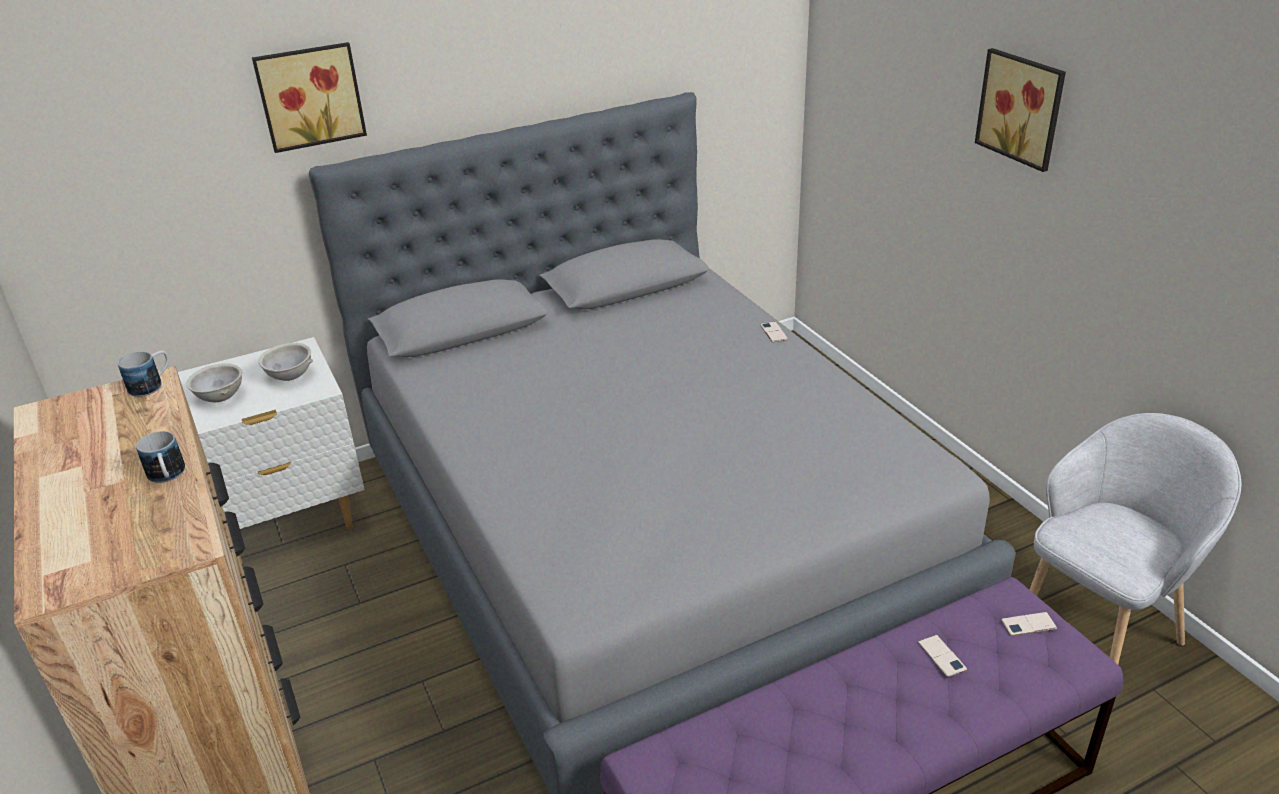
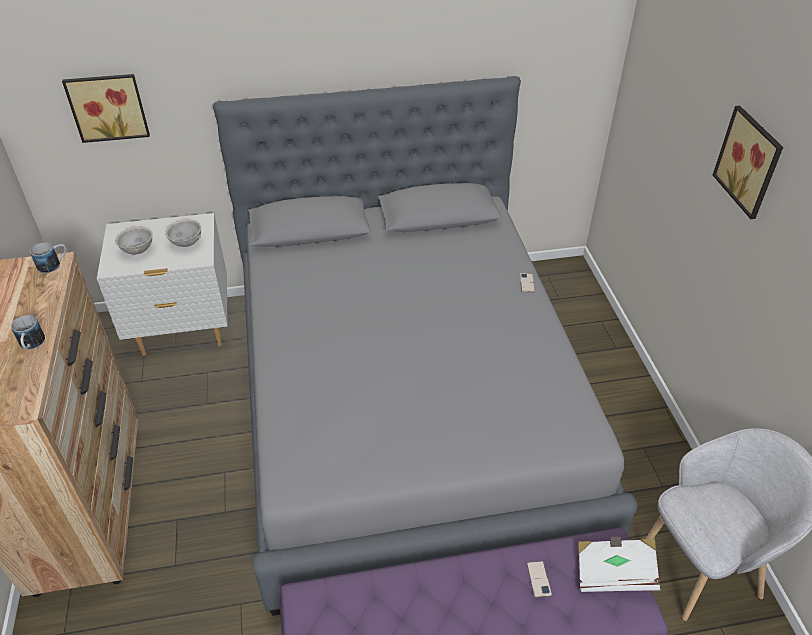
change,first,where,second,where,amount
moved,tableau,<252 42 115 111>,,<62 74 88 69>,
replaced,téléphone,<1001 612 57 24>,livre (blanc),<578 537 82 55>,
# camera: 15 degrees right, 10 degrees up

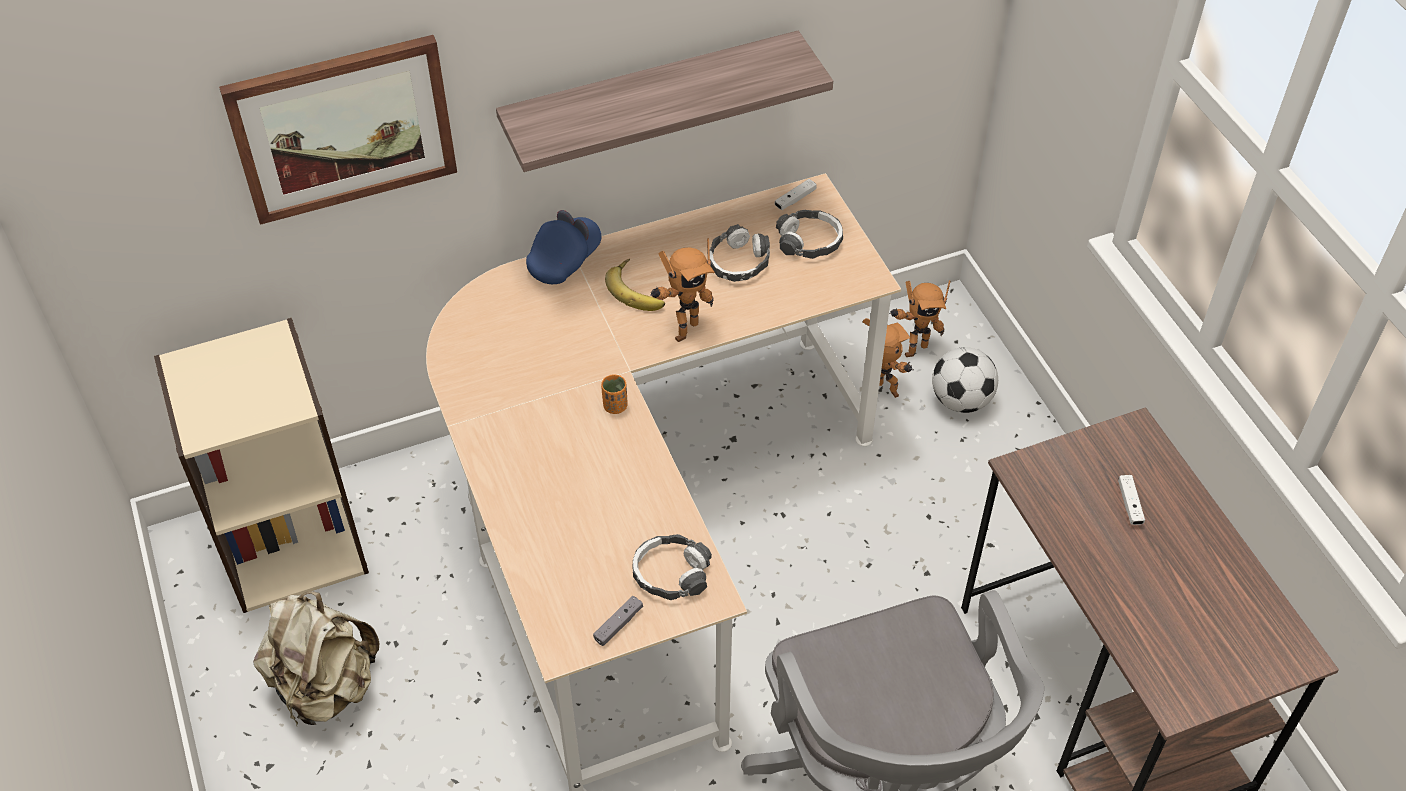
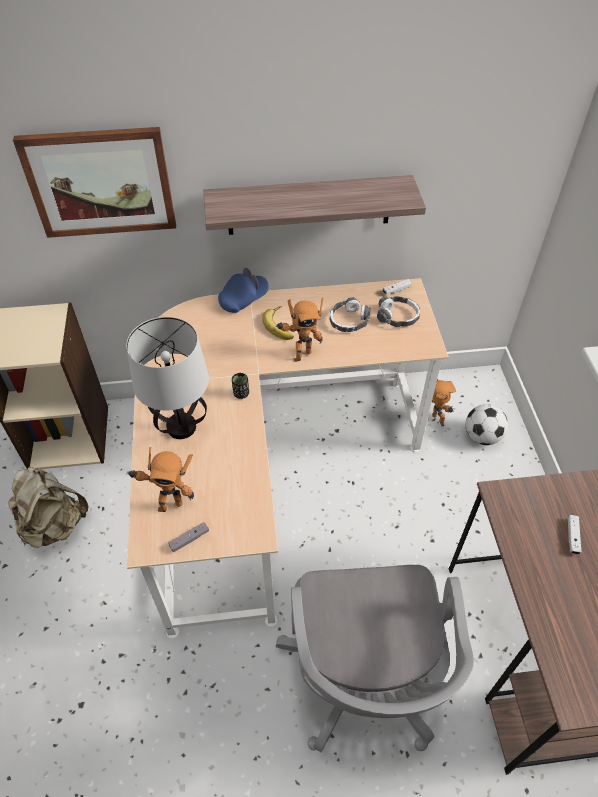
change,first,where,second,where,amount
moved,robot jouet,<889 280 62 77>,,<126 447 68 65>,
recoloured,tasse (orange),<601 375 27 39>,tasse (noir),<232 373 17 26>,
removed,casque audio,<632 534 80 66>,,,
added,,,lampe de table,<126 317 83 122>,
# camera: 15 degrees right, 0 degrees up

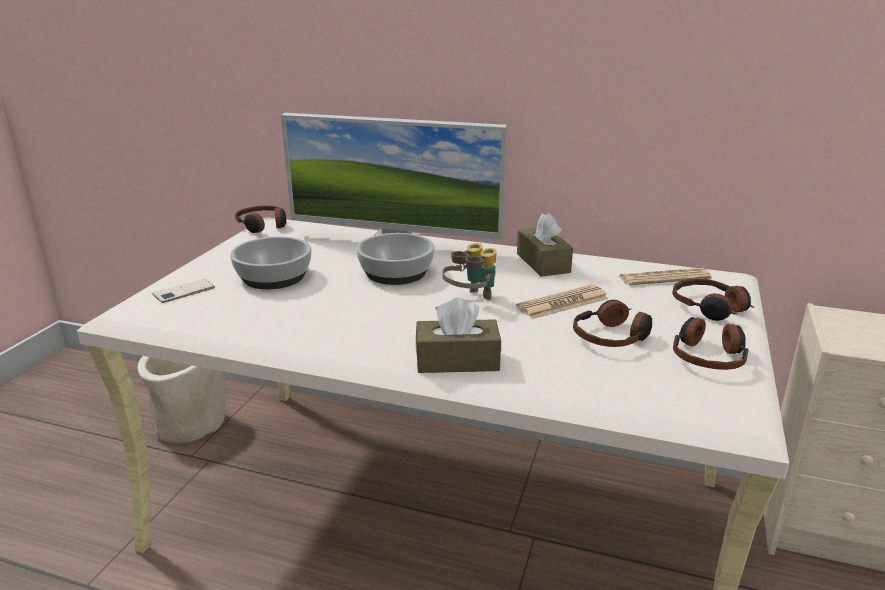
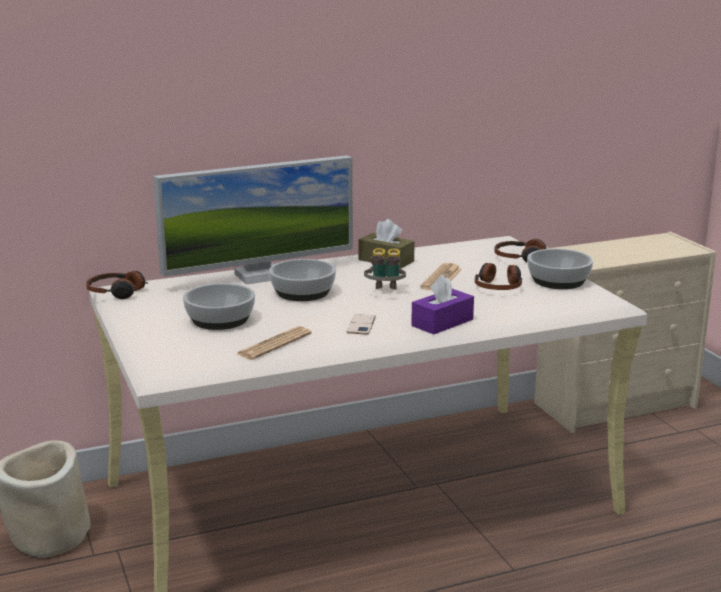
change,first,where,second,where,amount
moved,journal,<619 268 93 17>,,<237 326 75 34>,
moved,téléphone,<153 279 62 24>,,<347 314 29 21>,
recoloured,boîte à mouchoirs (marron),<416 297 85 76>,boîte à mouchoirs (violet),<411 275 63 60>,
replaced,casque audio,<673 317 76 53>,bol,<527 249 66 40>,
# camera: 40 degrees left, 5 degrees down

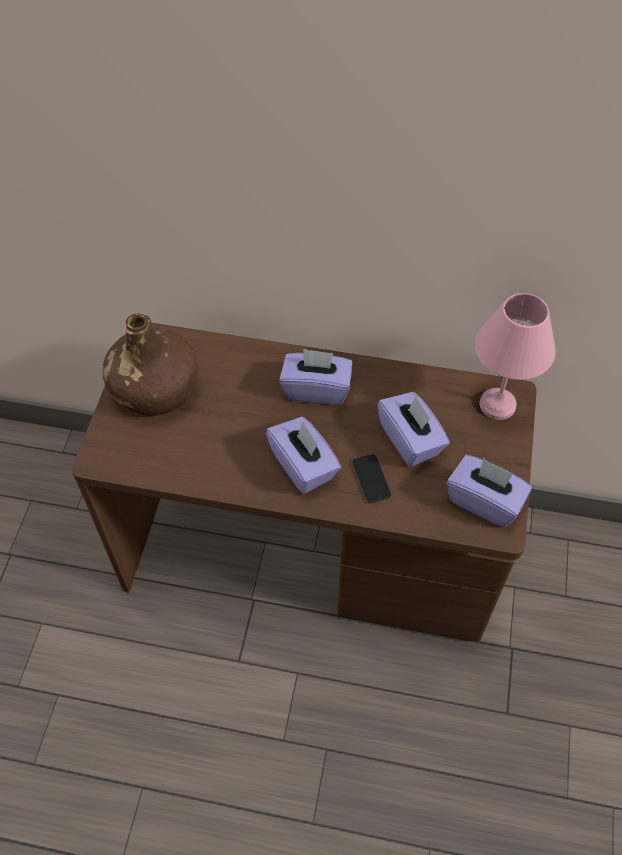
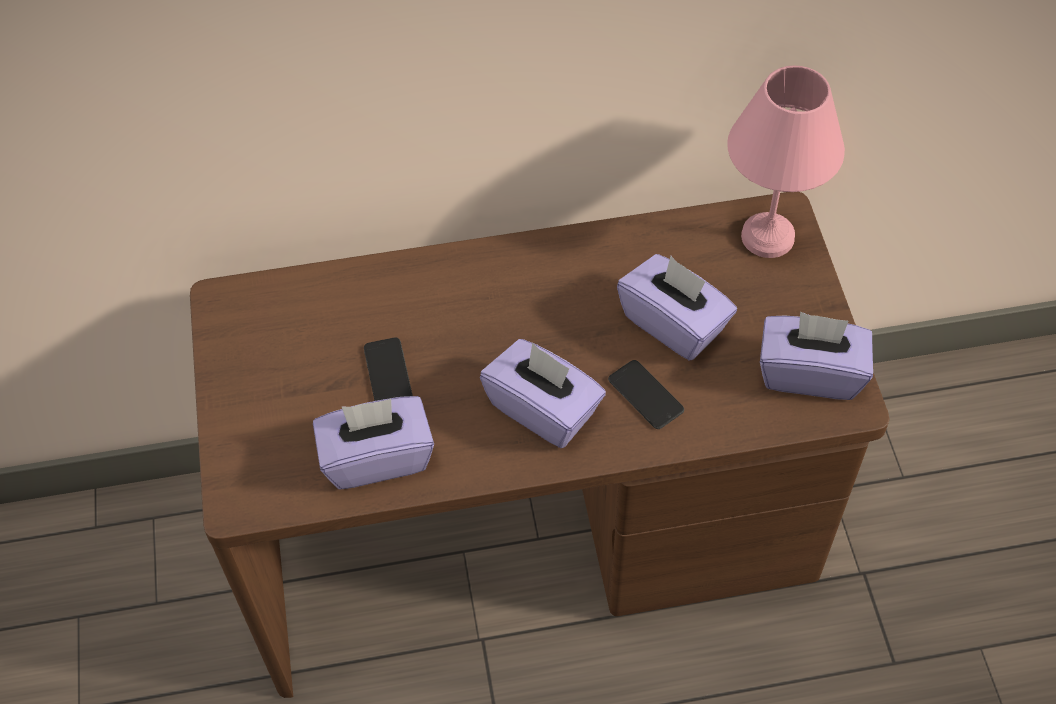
change,first,where,second,where,amount
removed,bouteille (marron),<102 313 96 103>,,,
moved,boîte à mouchoirs (violet),<279 348 74 57>,,<313 396 121 93>,
added,,,téléphone,<364 337 49 64>,
# camera: 20 degrees left, 0 degrees up

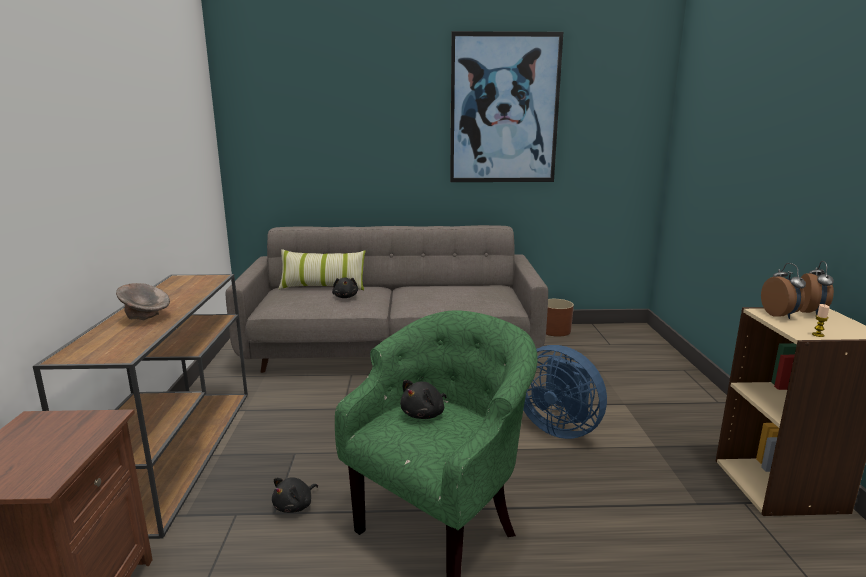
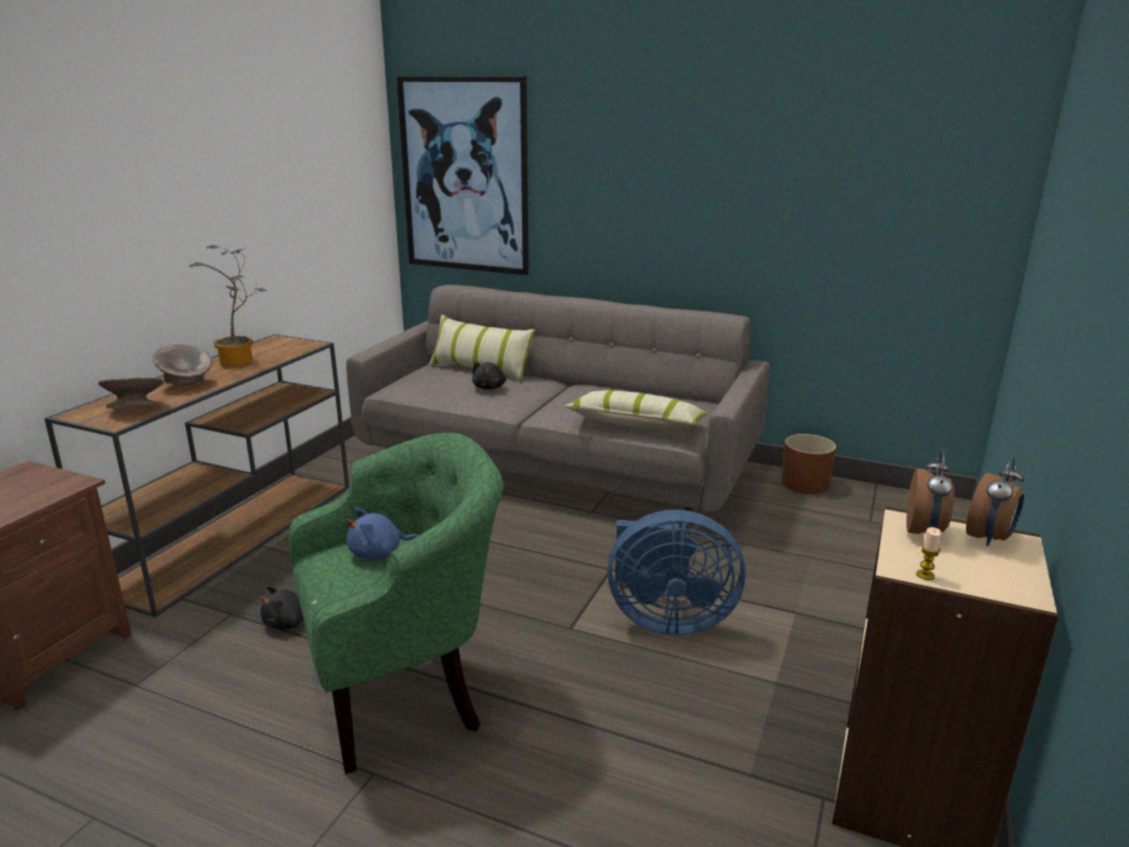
change,first,where,second,where,amount
moved,tableau,<450 31 113 151>,,<397 76 132 199>,
turned,ventilateur (bleu),<523 345 84 94>,,<607 510 138 125>,60 degrees counterclockwise
recoloured,peluche (noir),<400 380 47 39>,peluche (bleu),<347 508 72 52>,
added,,,plante en pot,<189 245 78 122>,
added,,,bol (gris),<98 377 66 32>,
added,,,coussin,<564 390 144 41>,
# camera: 25 degrees right, 5 degrees up

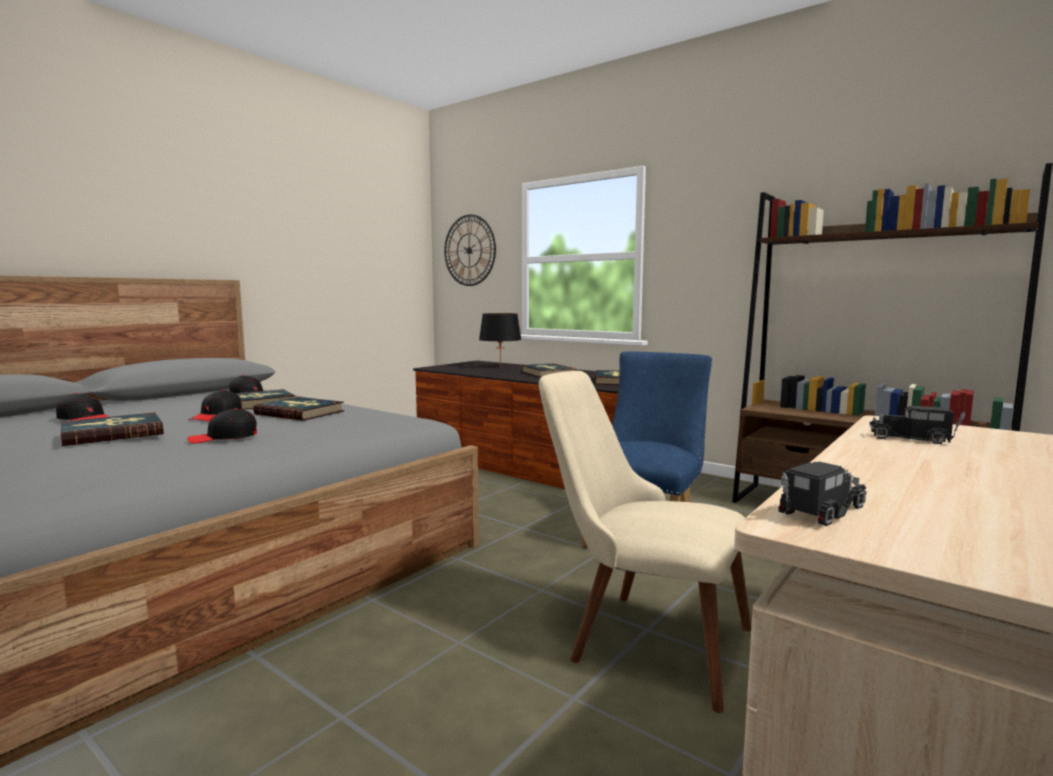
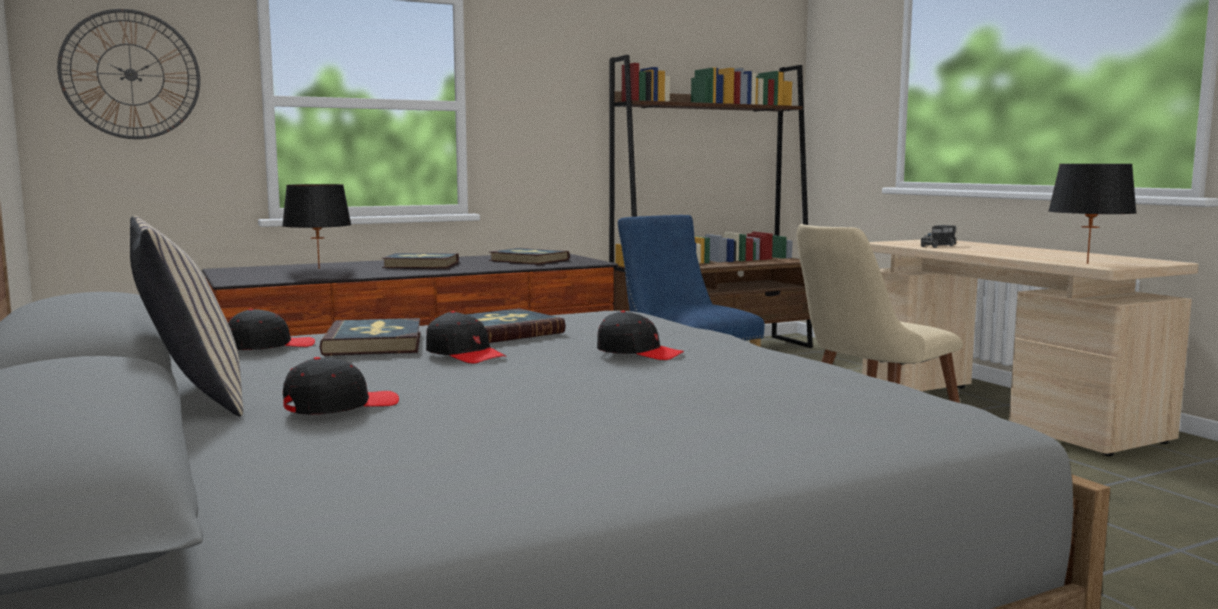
change,first,where,second,where,amount
turned,casquette (noir),<187 408 70 36>,,<597 311 87 49>,75 degrees counterclockwise
removed,livre,<61 412 103 34>,,,
replaced,camion jouet,<778 462 89 64>,lampe de table (noir),<1048 164 89 100>,
added,,,coussin (beige),<130 216 113 200>,
# camera: 65 degrees left, 0 degrees up

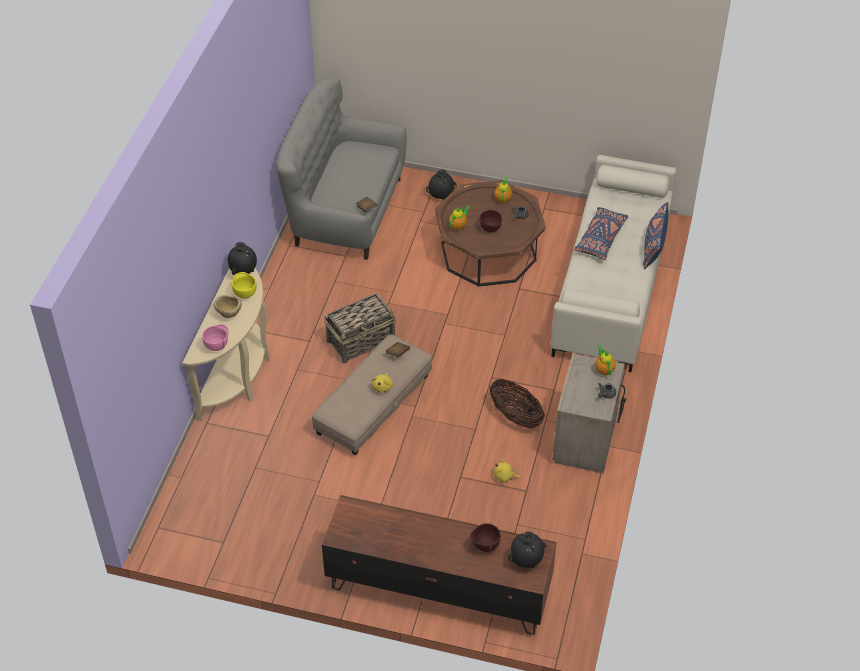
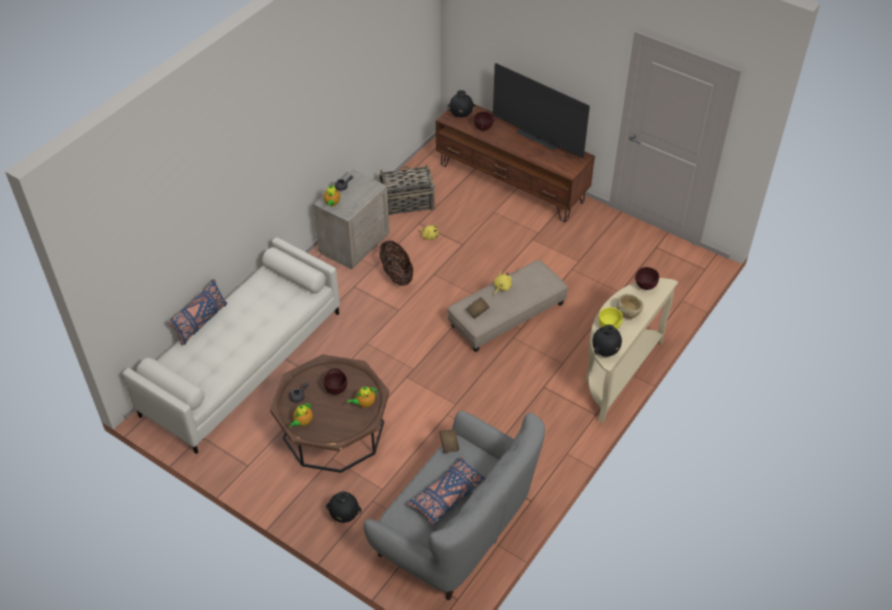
change,first,where,second,where,amount
moved,coussin (bleu),<574 207 55 53>,,<407 457 79 68>,
moved,panier,<324 293 72 71>,,<378 164 57 51>,
recoloured,bol (rose),<202 324 27 27>,bol (marron),<635 267 24 23>,
added,,,téléviseur,<493 63 97 95>,
# camera: 160 degrees left, 0 degrees up

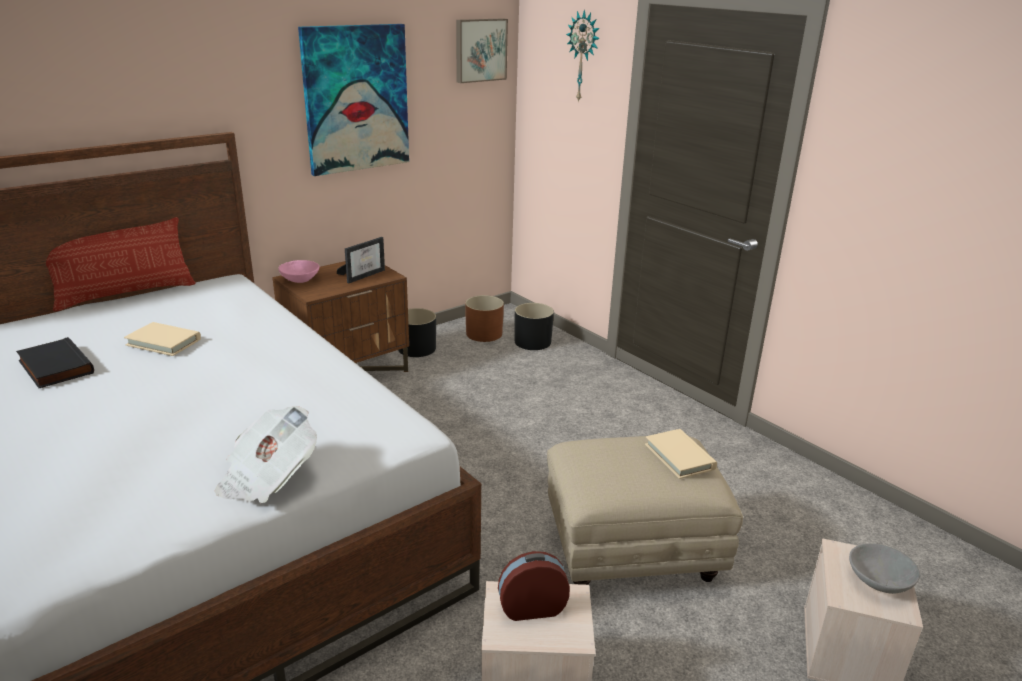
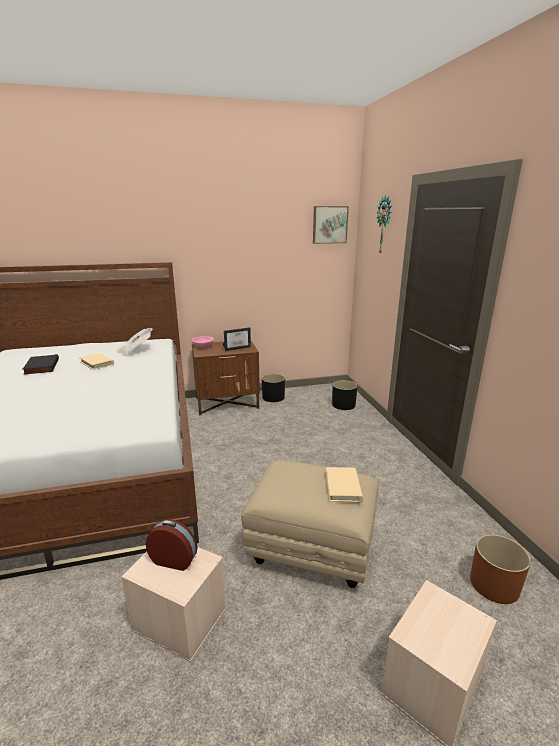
change,first,where,second,where,amount
removed,tableau,<298 24 111 152>,,,
removed,coussin,<46 217 149 95>,,,
moved,cache-pot (marron),<465 295 39 47>,,<470 534 61 70>,
moved,journal,<215 406 102 97>,,<116 328 37 26>,
removed,bol (gris),<849 543 71 51>,,,
# camera: 25 degrees right, 5 degrees down

